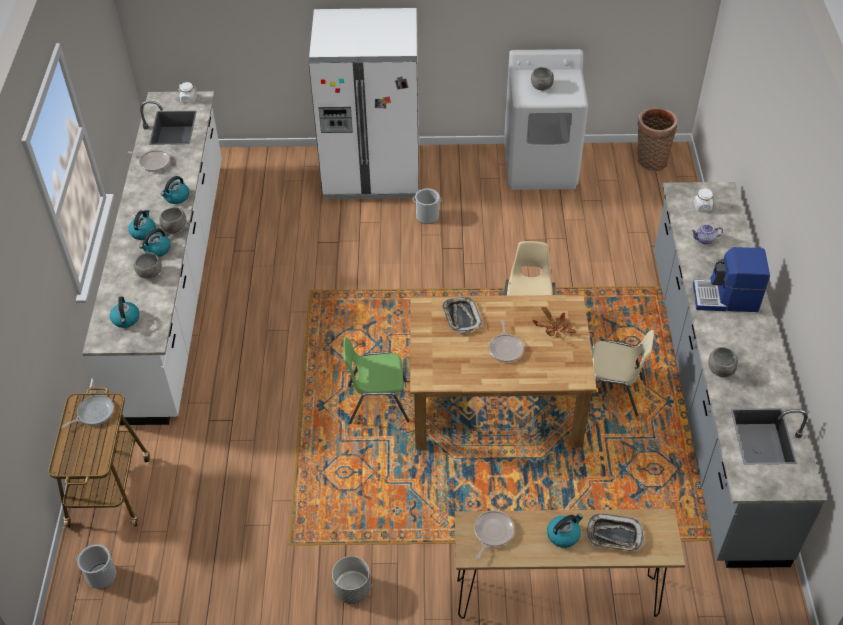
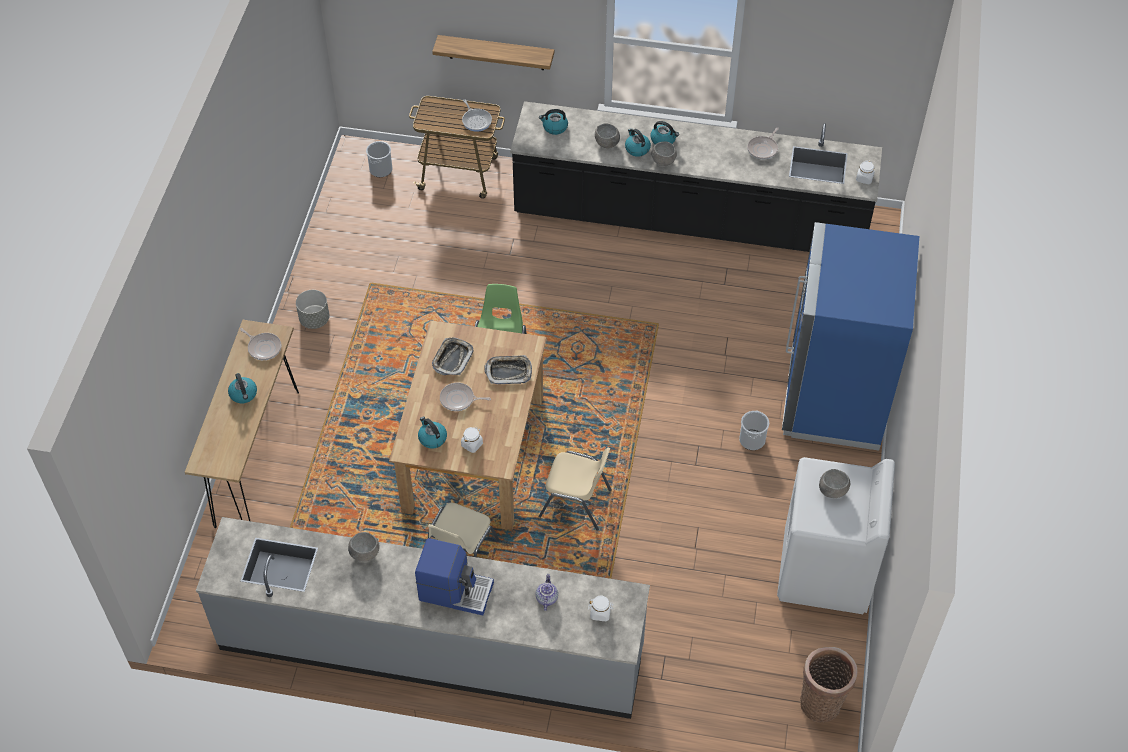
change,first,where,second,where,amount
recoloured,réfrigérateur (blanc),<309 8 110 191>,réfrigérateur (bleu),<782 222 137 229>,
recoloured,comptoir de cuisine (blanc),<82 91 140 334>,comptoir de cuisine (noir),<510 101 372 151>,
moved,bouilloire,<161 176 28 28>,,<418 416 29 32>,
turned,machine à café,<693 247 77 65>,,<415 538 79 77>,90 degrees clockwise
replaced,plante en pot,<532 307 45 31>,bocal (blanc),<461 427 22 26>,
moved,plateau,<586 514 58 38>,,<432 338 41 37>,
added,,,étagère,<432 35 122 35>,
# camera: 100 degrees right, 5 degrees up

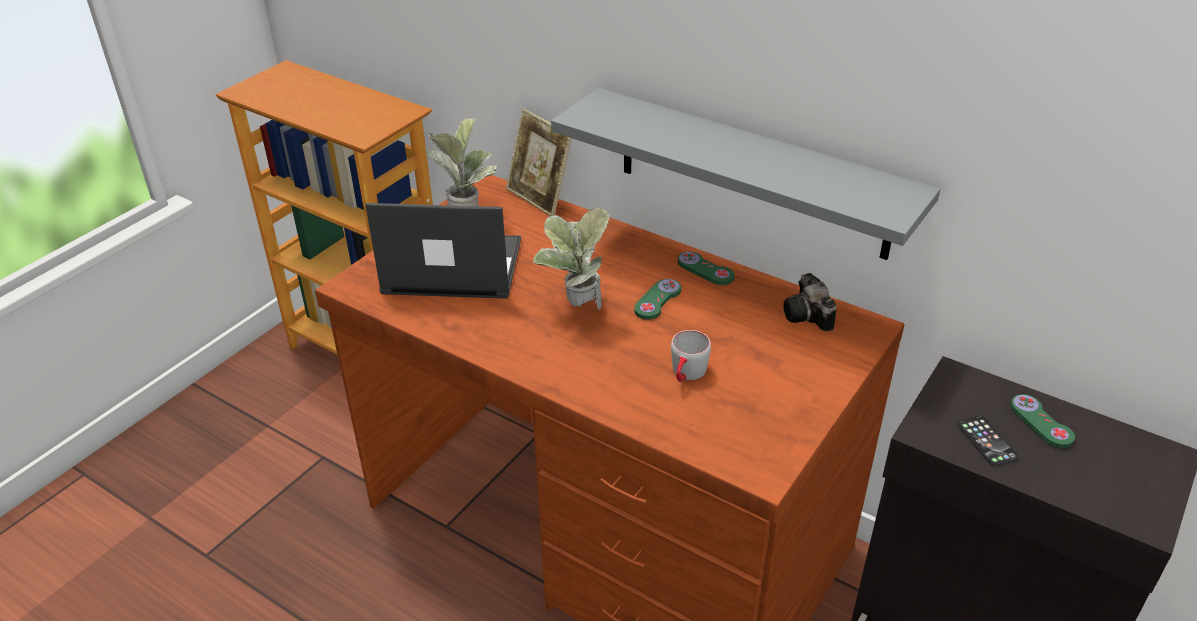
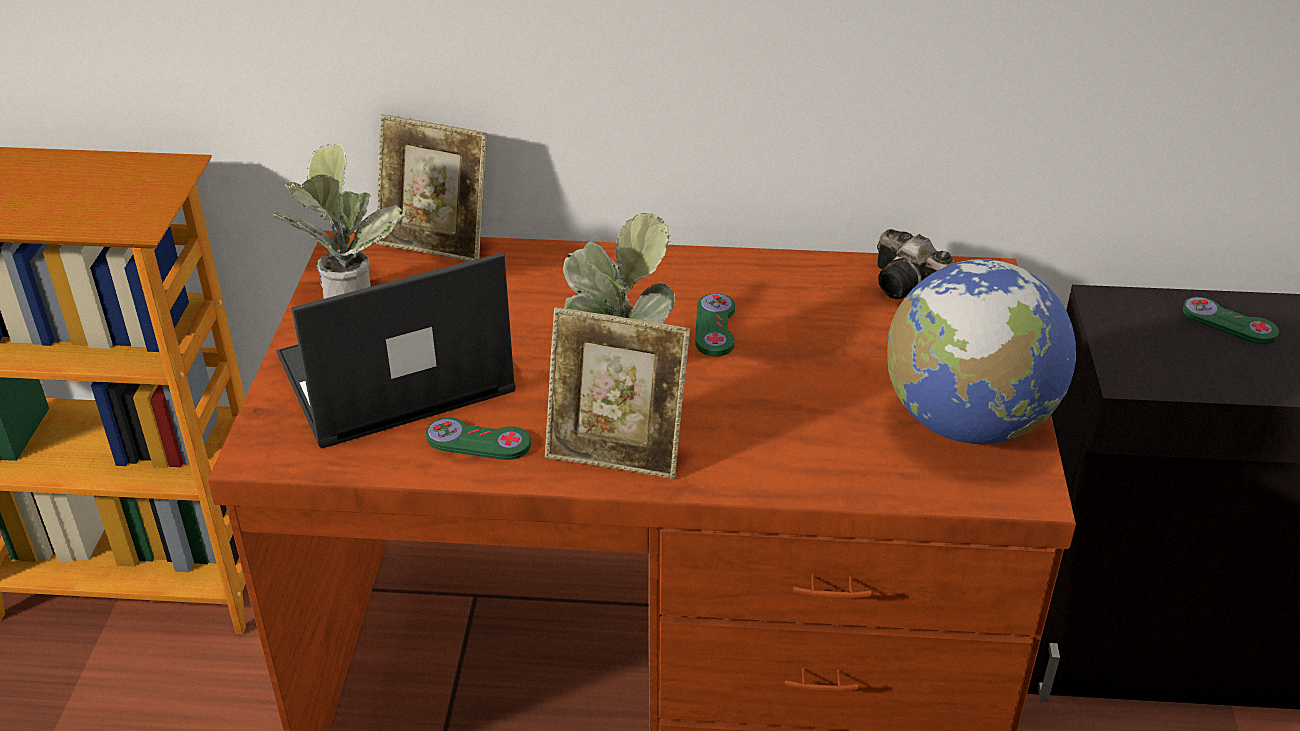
change,first,where,second,where,amount
removed,étagère (gris),<551 88 389 172>,,,
moved,manette (vert),<678 252 57 33>,,<426 418 105 42>,
removed,mug (gris),<671 330 40 52>,,,
removed,téléphone,<957 415 62 51>,,,
added,,,globe,<887 259 189 185>,
added,,,cadre photo,<545 307 145 172>,
# camera: 30 degrees left, 0 degrees up

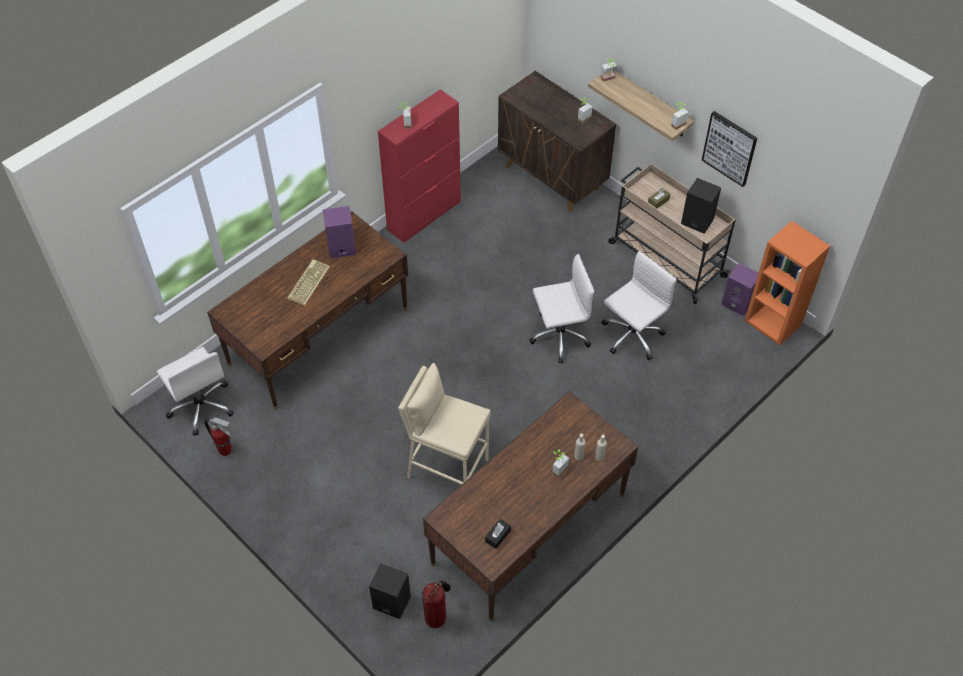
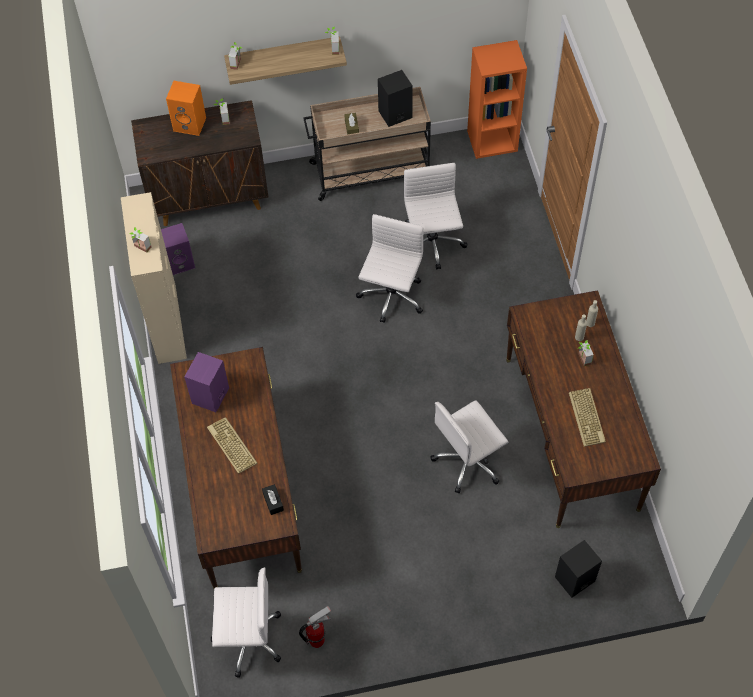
change,first,where,second,where,amount
recoloured,meuble de rangement (rouge),<378 89 83 154>,meuble de rangement (beige),<121 192 66 172>,
removed,tableau,<702 111 55 76>,,,
moved,enceinte (violet),<721 263 38 53>,,<161 223 34 52>,
replaced,tabouret (beige),<398 363 92 122>,chaise de bureau (blanc),<431 400 77 93>,
moved,boîte à mouchoirs (noir),<485 519 26 30>,,<262 484 22 31>,
removed,extincteur,<422 581 29 47>,,,
added,,,enceinte (orange),<166 81 40 55>,
added,,,clavier,<569 388 37 59>,
# camera: 55 degrees left, 5 degrees up

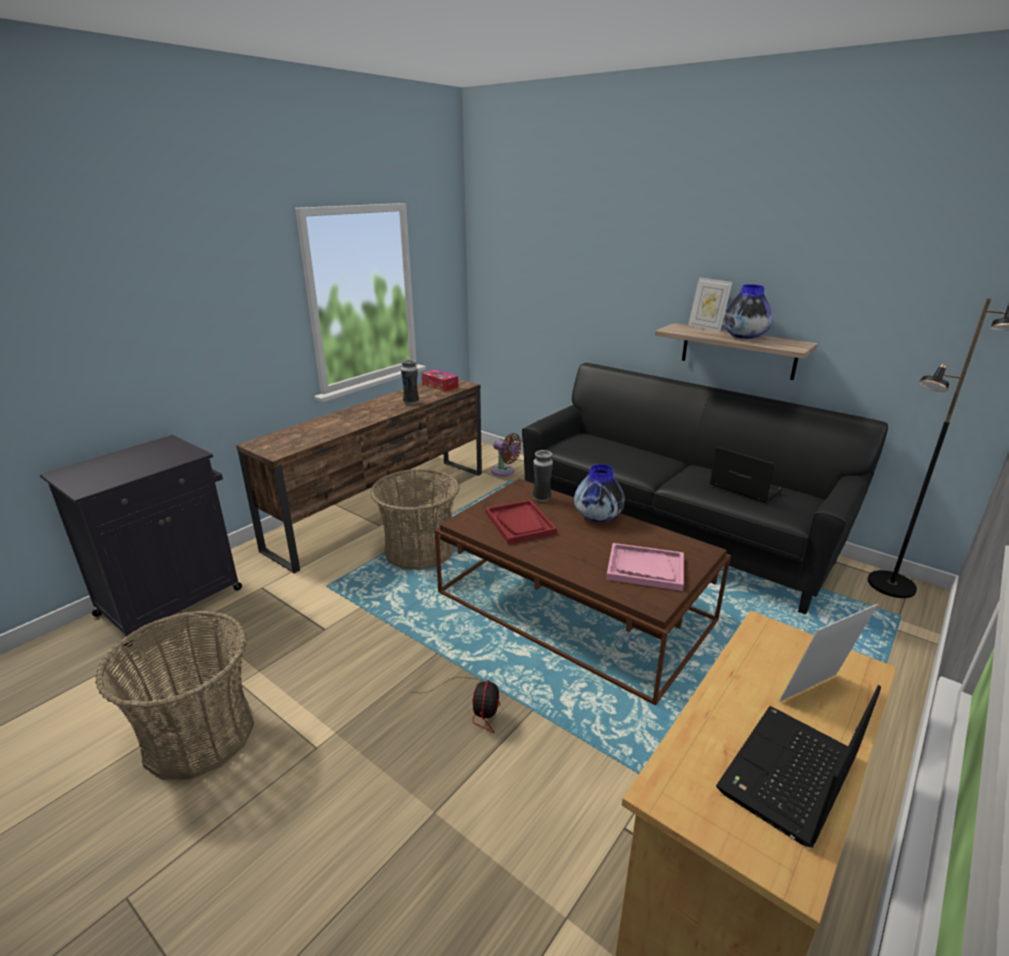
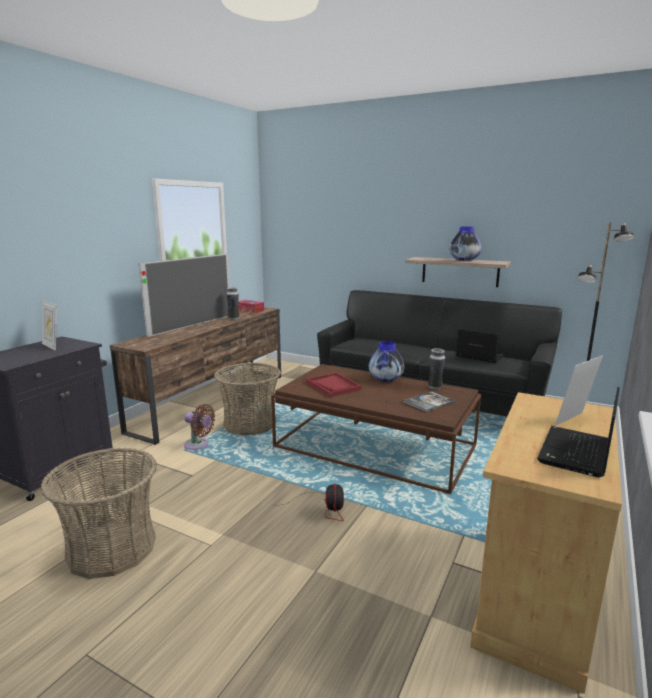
change,first,where,second,where,amount
moved,cadre photo,<688 277 45 55>,,<42 300 15 51>,
moved,ventilateur (marron),<491 433 31 43>,,<184 404 31 46>,
moved,vase,<532 450 21 52>,,<428 348 17 42>,
replaced,plateau (rose),<606 543 78 48>,livre,<404 392 52 20>,
added,,,téléviseur,<138 254 92 83>,
# camera: 10 degrees left, 10 degrees down

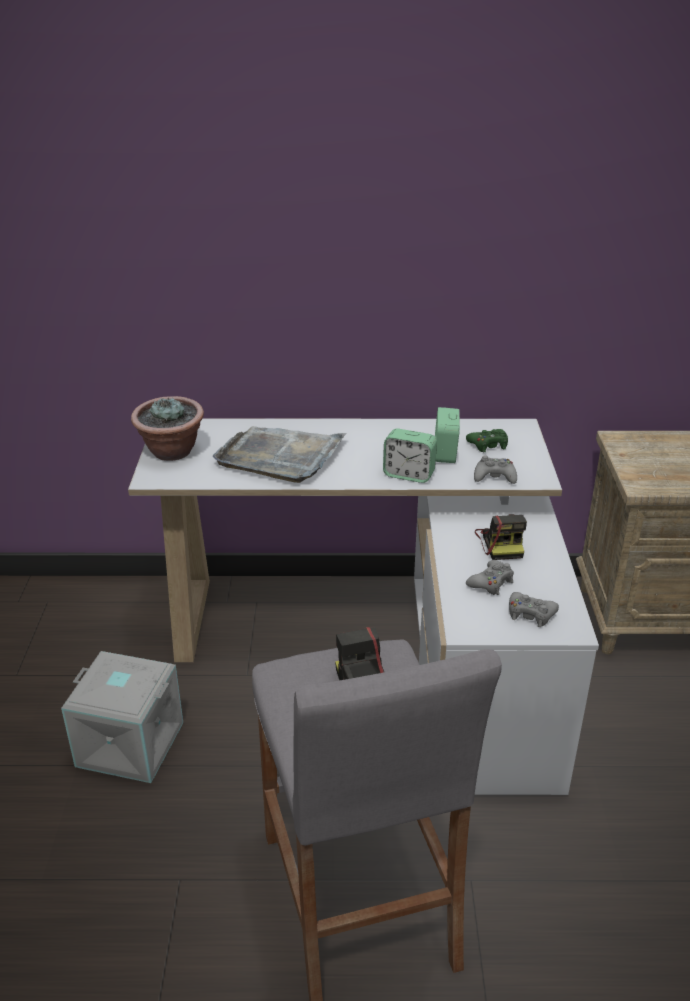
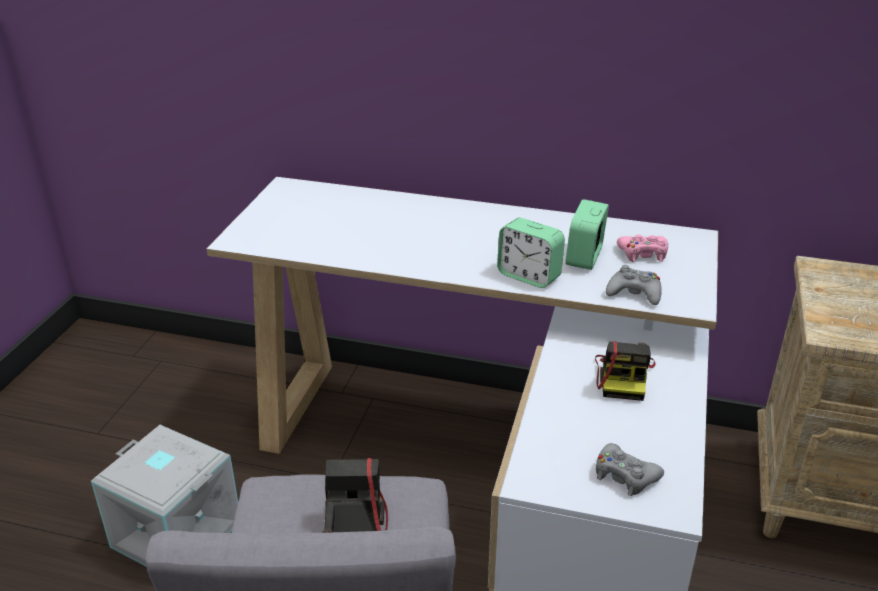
change,first,where,second,where,amount
removed,plante en pot,<131 396 73 65>,,,
removed,plateau (gris),<213 426 134 57>,,,
recoloured,manette (vert),<466 429 42 23>,manette (rose),<617 234 51 28>,
removed,manette (gris),<466 560 48 35>,,,
# camera: 15 degrees right, 0 degrees up

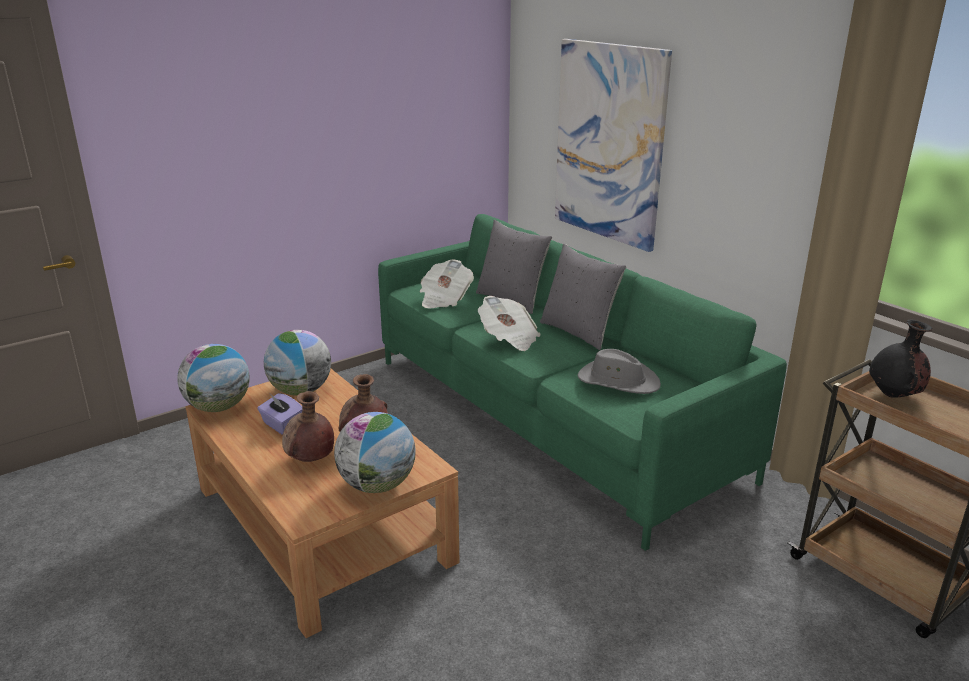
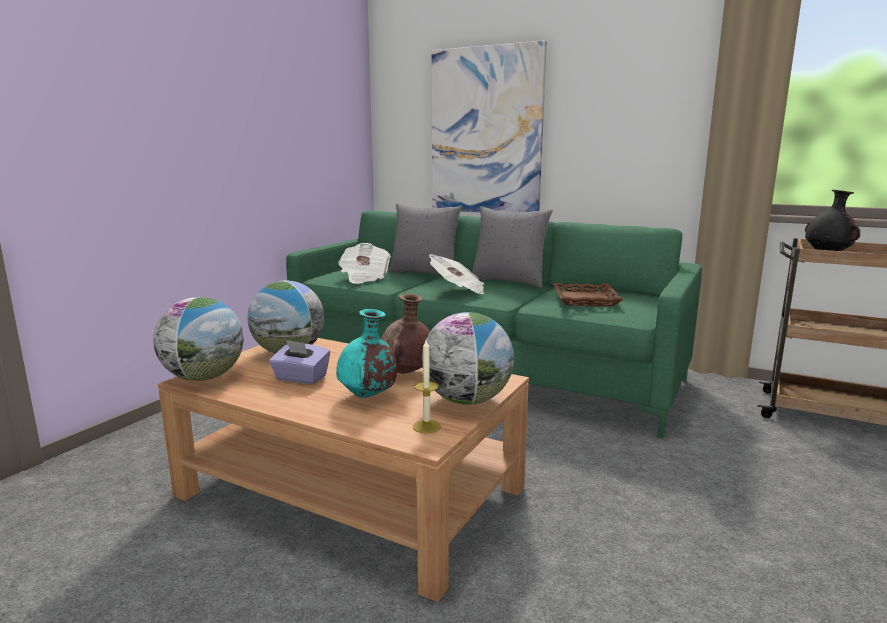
change,first,where,second,where,amount
replaced,chapeau (gris),<577 349 84 45>,plateau (marron),<553 283 71 23>,
recoloured,vase (marron),<282 391 52 71>,vase (turquoise),<336 309 61 89>,
added,,,bougie,<413 340 28 93>,
# camera: 25 degrees left, 10 degrees down

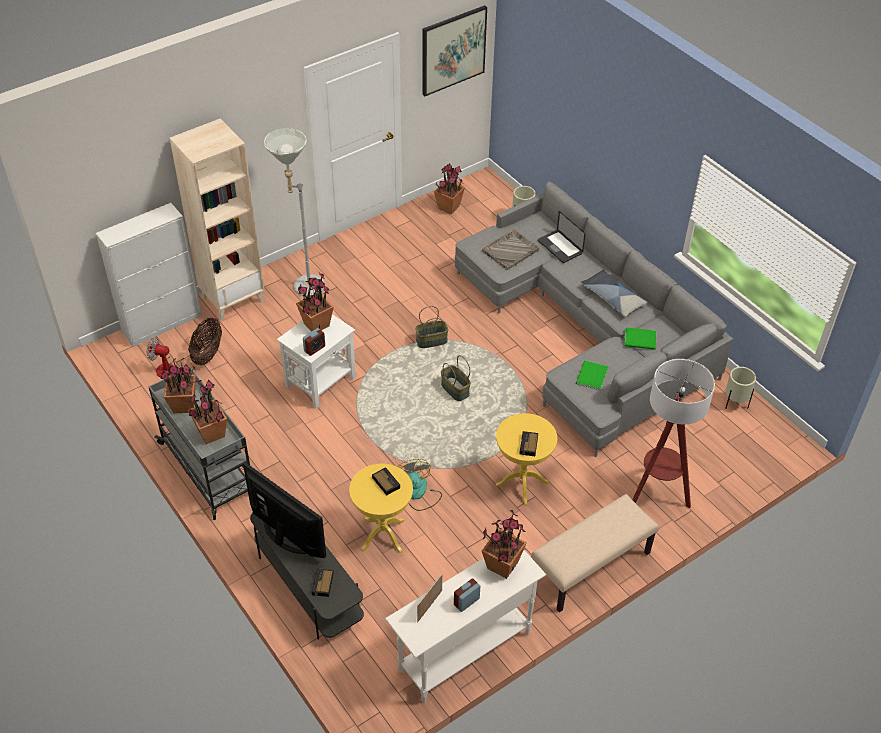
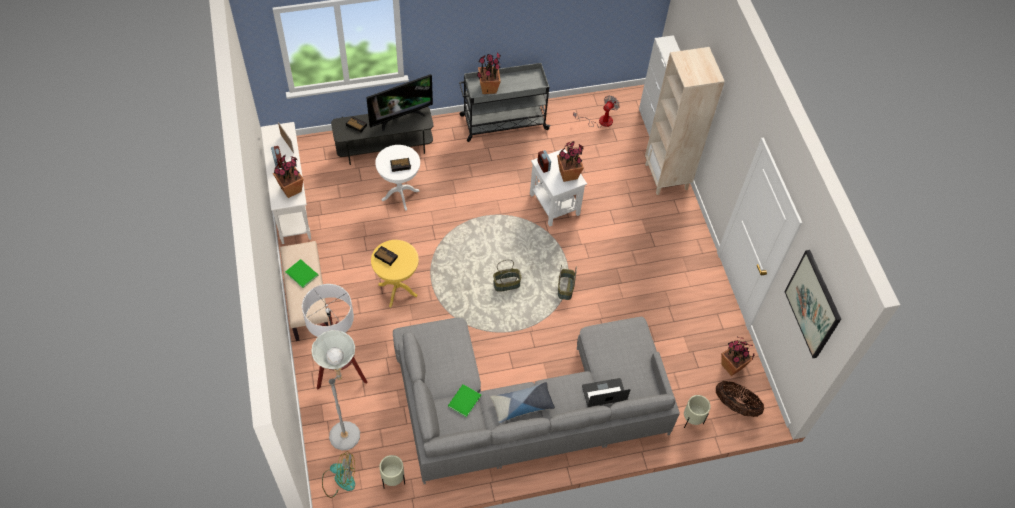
change,first,where,second,where,amount
moved,lampadaire (gris),<264 128 61 168>,,<311 330 49 120>,
removed,plateau (gris),<482 230 57 40>,,,
moved,panier,<188 318 34 47>,,<716 381 48 36>,
removed,plante en pot,<160 356 38 57>,,,
moved,livre (vert),<576 361 32 29>,,<285 259 33 29>,
moved,ventilateur,<397 459 45 52>,,<322 451 33 47>,
recoloured,table d'appoint (jaune),<349 464 64 89>,table d'appoint (blanc),<375 145 45 66>,
# camera: 110 degrees right, 10 degrees up

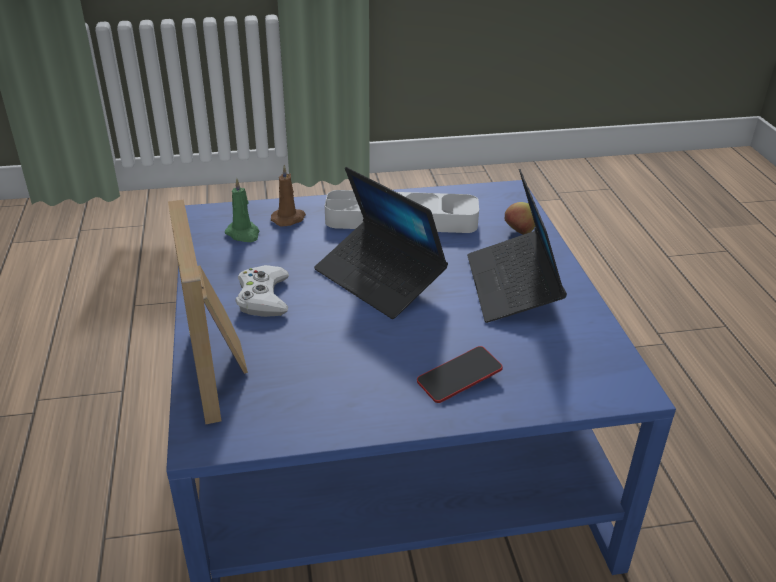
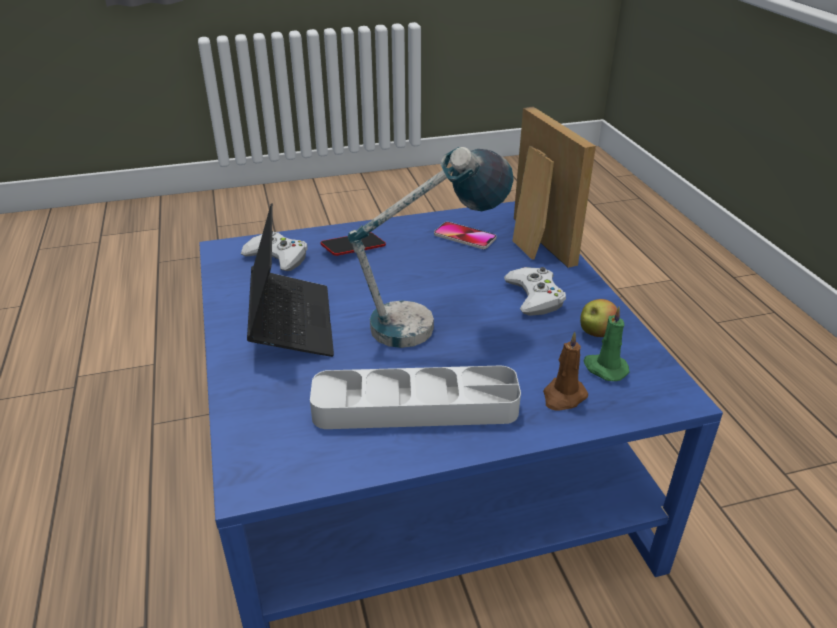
change,first,where,second,where,amount
replaced,ordinateur portable,<314 167 134 152>,lampe de table,<348 147 166 201>,
moved,pomme,<505 202 30 33>,,<580 299 37 38>,
added,,,téléphone,<434 222 63 27>,
added,,,manette (blanc),<241 231 67 40>,
# camera: 175 degrees right, 0 degrees up

